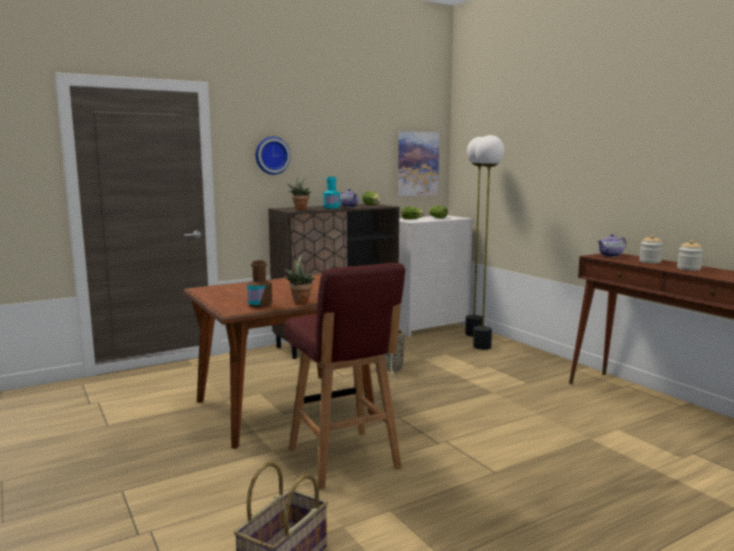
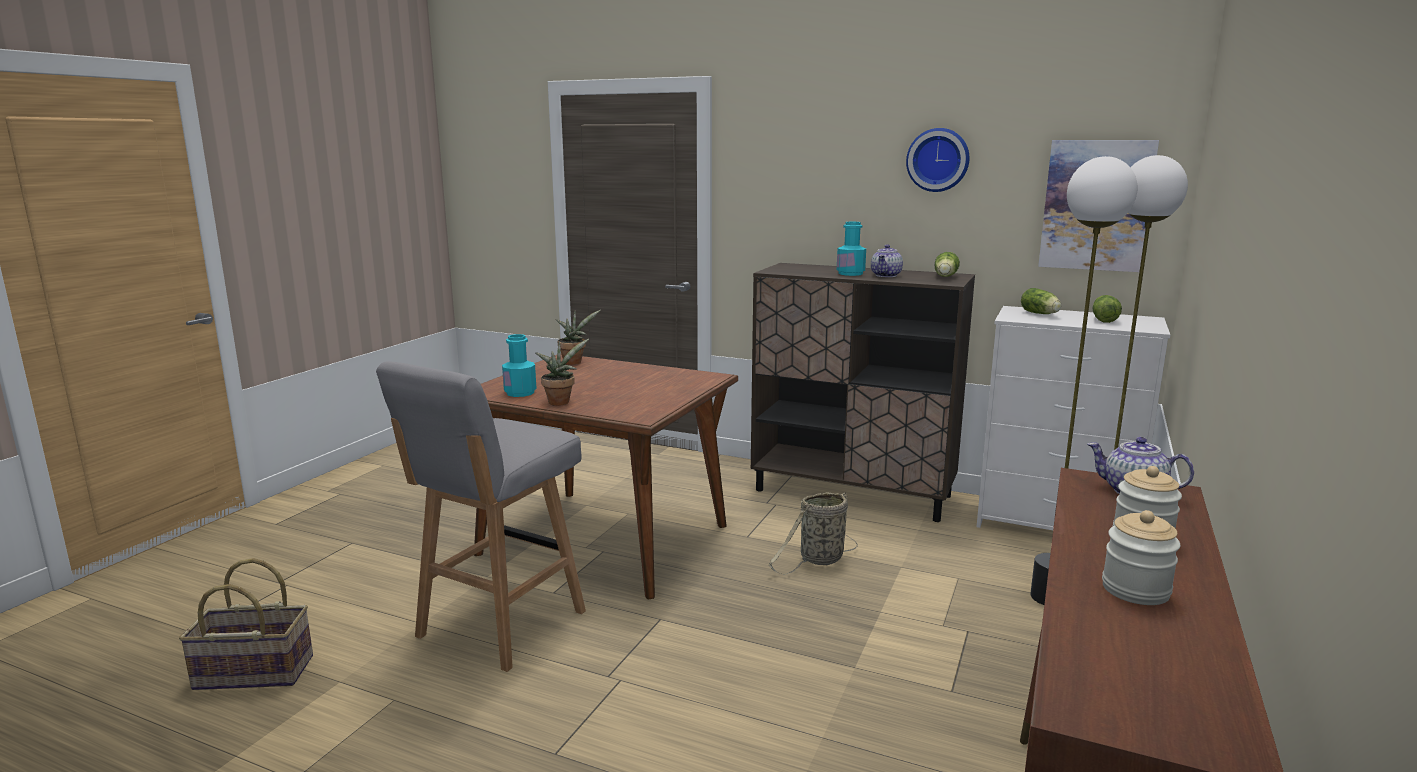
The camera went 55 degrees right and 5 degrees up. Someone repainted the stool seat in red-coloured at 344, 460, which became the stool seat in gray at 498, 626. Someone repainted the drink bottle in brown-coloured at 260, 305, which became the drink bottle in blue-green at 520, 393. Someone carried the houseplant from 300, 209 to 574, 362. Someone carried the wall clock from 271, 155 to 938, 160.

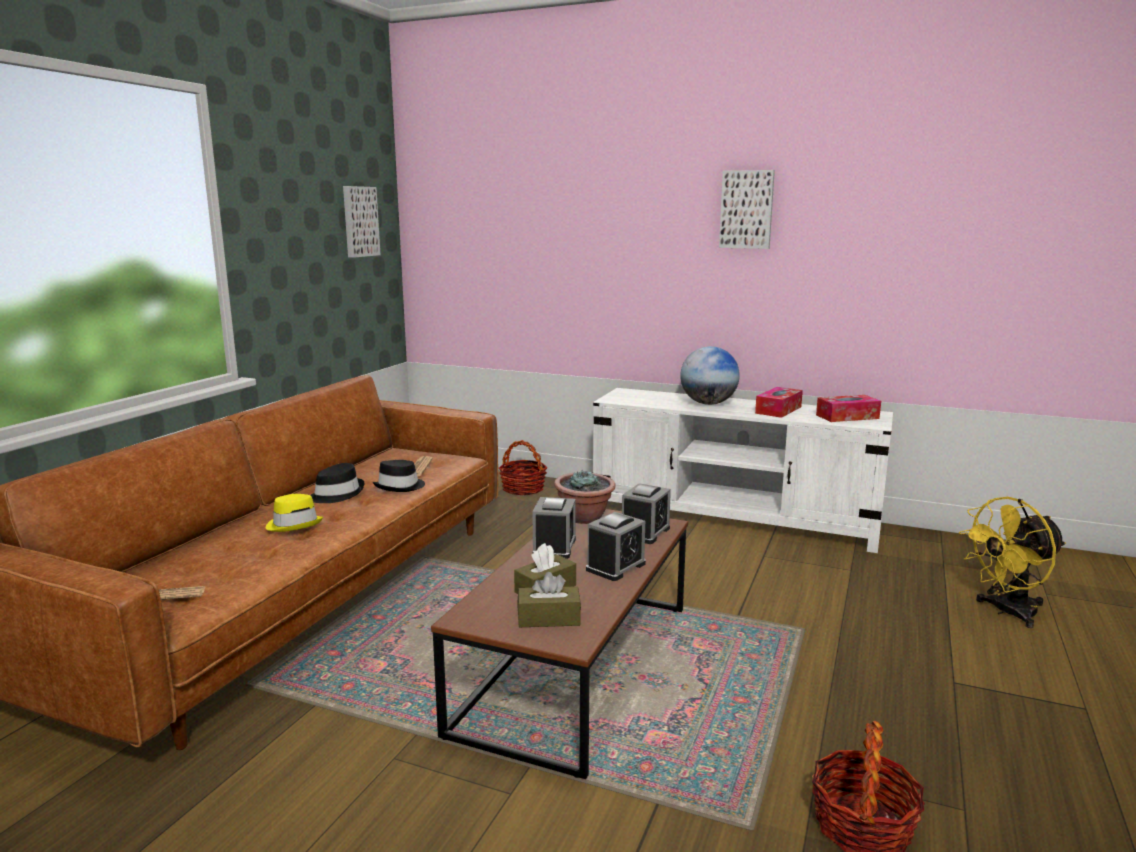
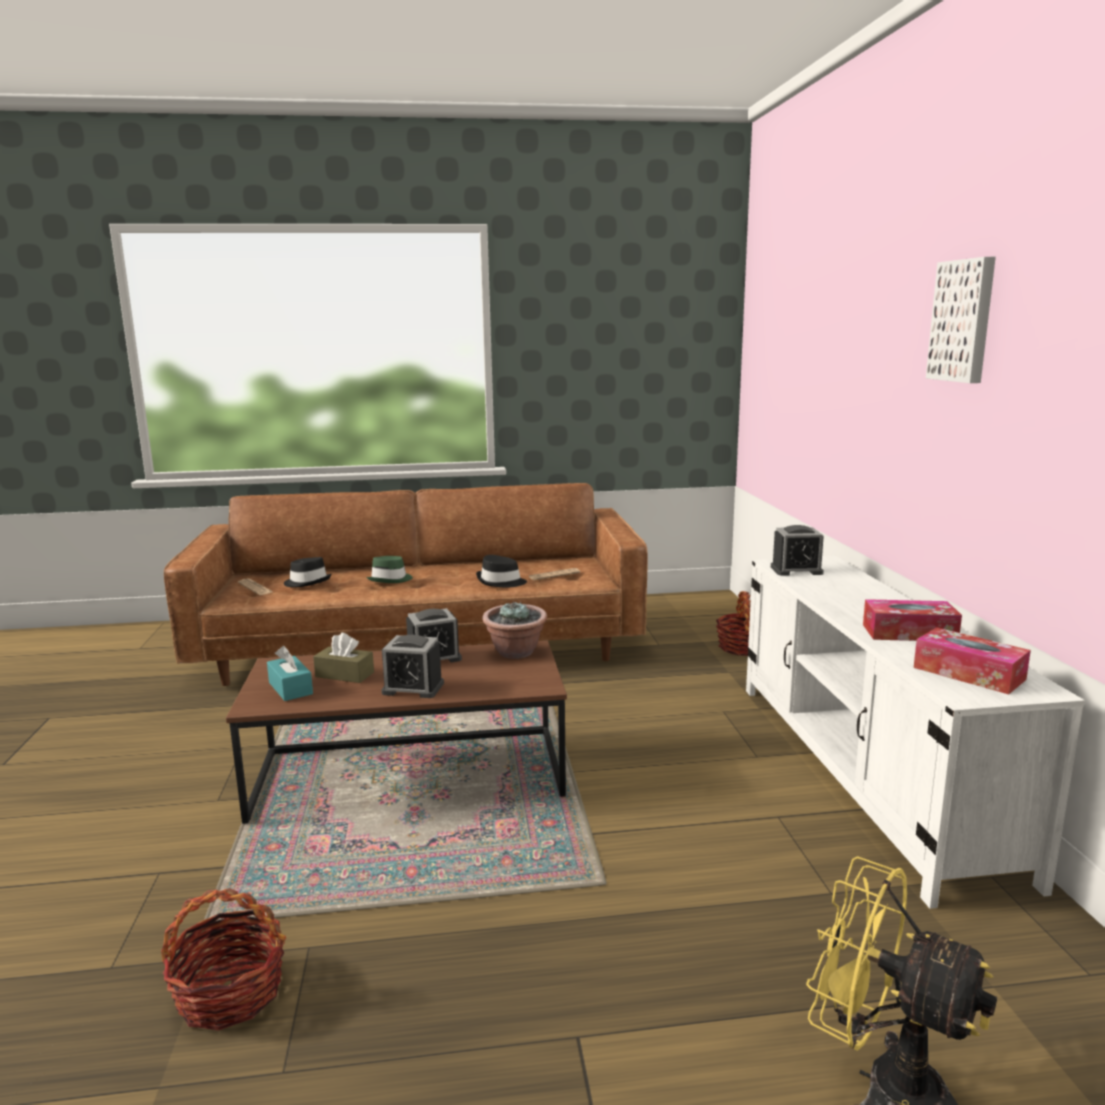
The camera went 60 degrees right and 0 degrees up. Someone repainted the tissue box in brown-coloured at 549, 618, which became the tissue box in blue-green at 290, 688. Someone carried the clothing hat in black from 336, 494 to 307, 582. Someone repainted the clothing hat in yellow at 294, 524, which became the clothing hat in green at 391, 579. Someone carried the table clock from 645, 532 to 796, 570. Someone took away the picture at 359, 221. Someone took away the desk globe at 708, 403.

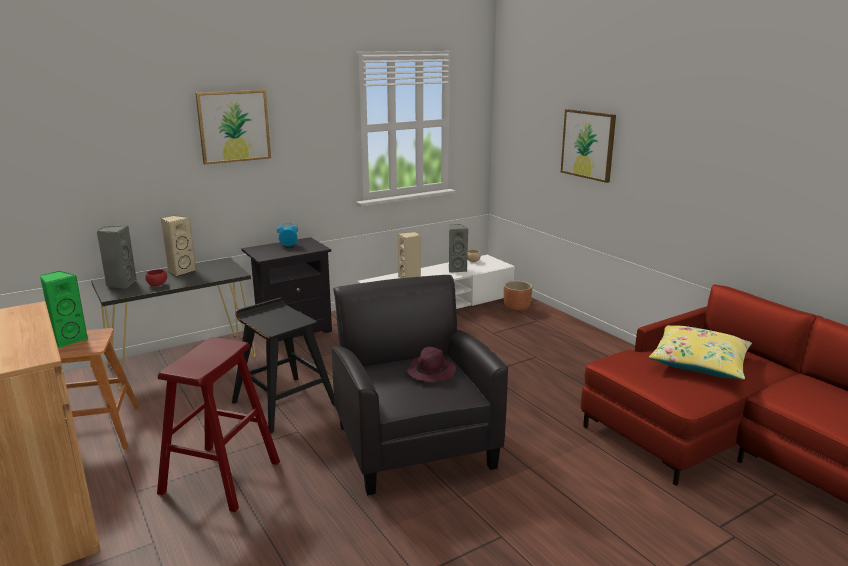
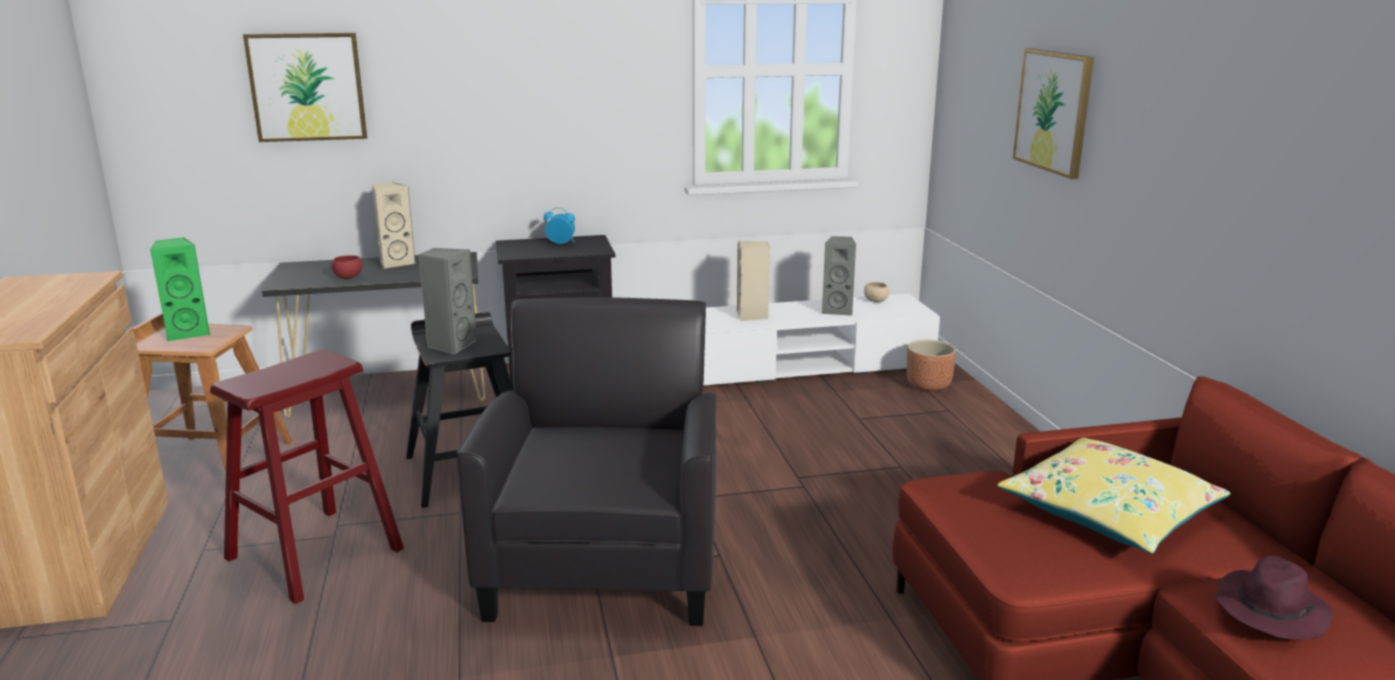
The camera went 20 degrees right and 0 degrees up. Someone carried the picture from 234, 126 to 307, 87. Someone carried the audio speaker in gray from 121, 284 to 451, 345. Someone carried the clothing hat in purple from 430, 372 to 1270, 610.

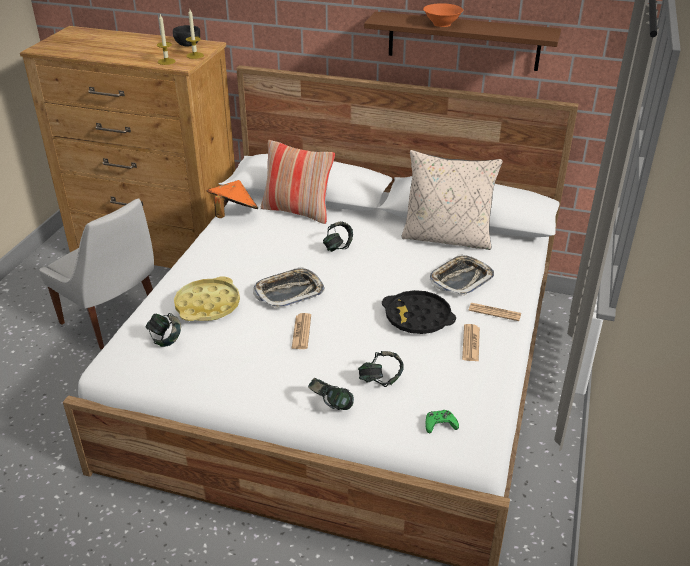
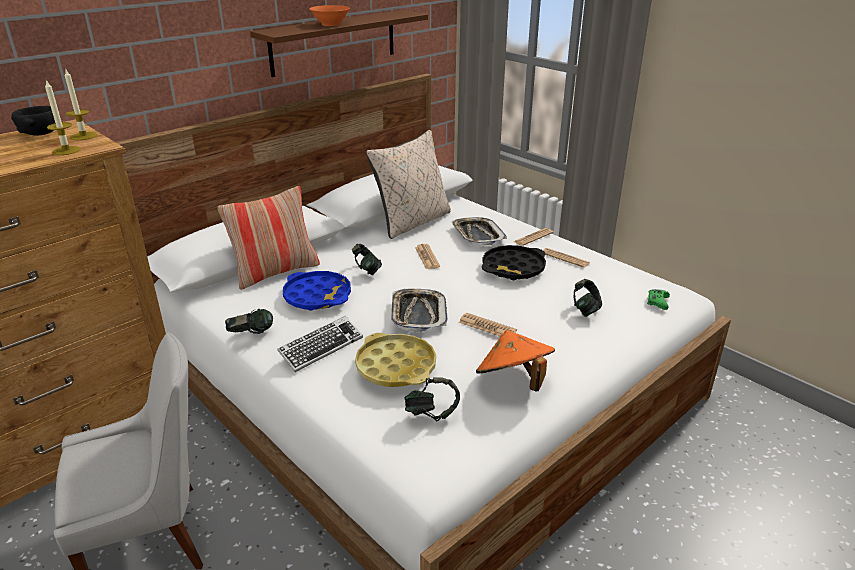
The camera went 60 degrees left and 5 degrees down. Someone carried the headset from 330, 405 to 251, 335. Someone put down the PC keyboard at 321, 347. Someone put down the carrying tray in bluish at 317, 296. Someone put down the newspaper at 427, 257. Someone carried the clothing hat in orange from 233, 214 to 513, 381.

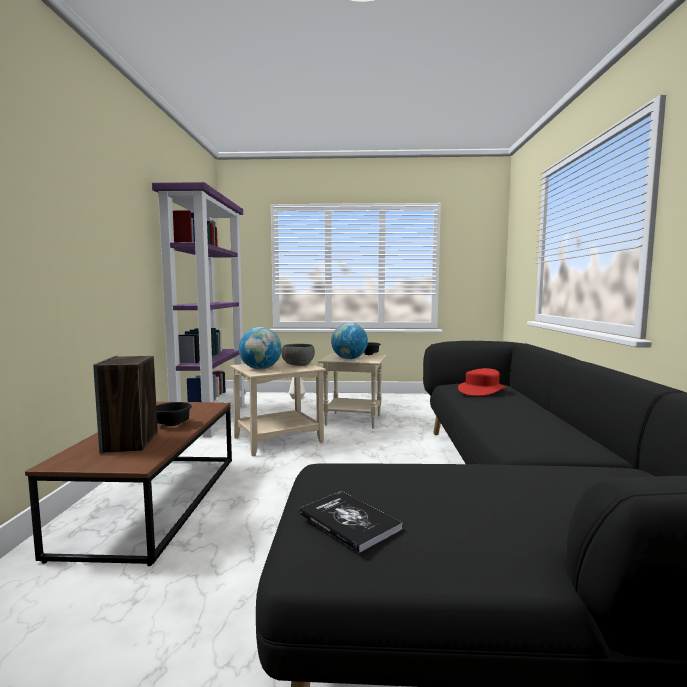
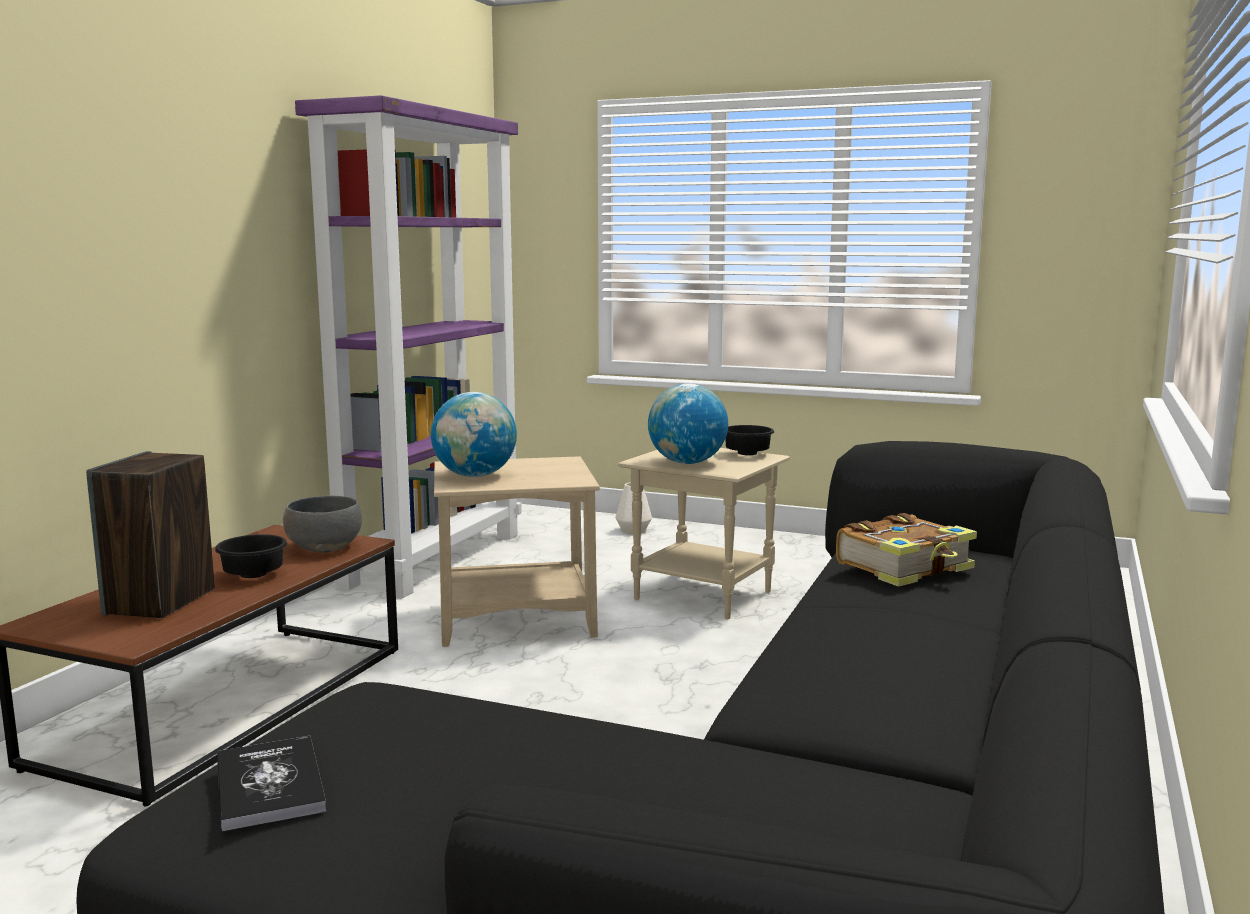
The camera went 20 degrees right and 5 degrees up. Someone carried the serving bowl in gray from 298, 364 to 324, 548. Someone swapped the clothing hat in red-coloured at 482, 390 for the book at 906, 567.

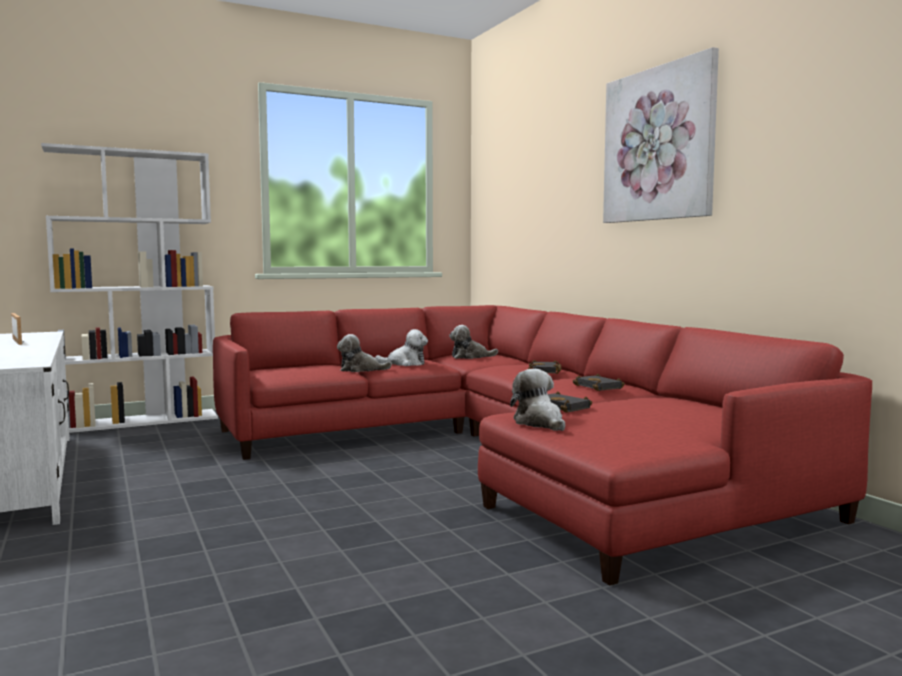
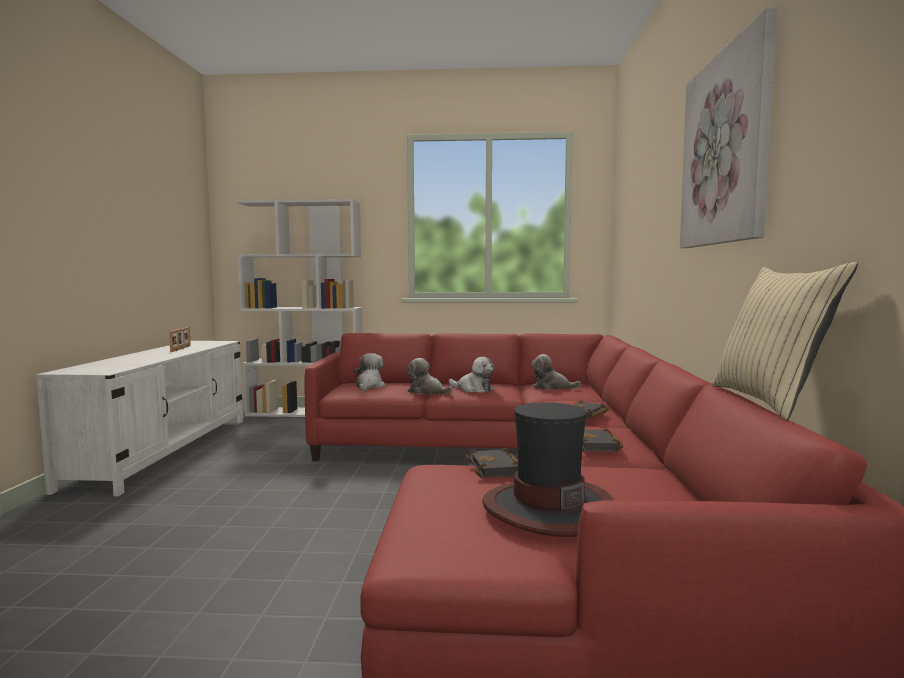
The camera went 30 degrees right and 0 degrees up. Someone carried the soft toy from 539, 423 to 369, 386. Someone put down the clothing hat at 547, 508. Someone put down the pillow in sand-coloured at 769, 401.

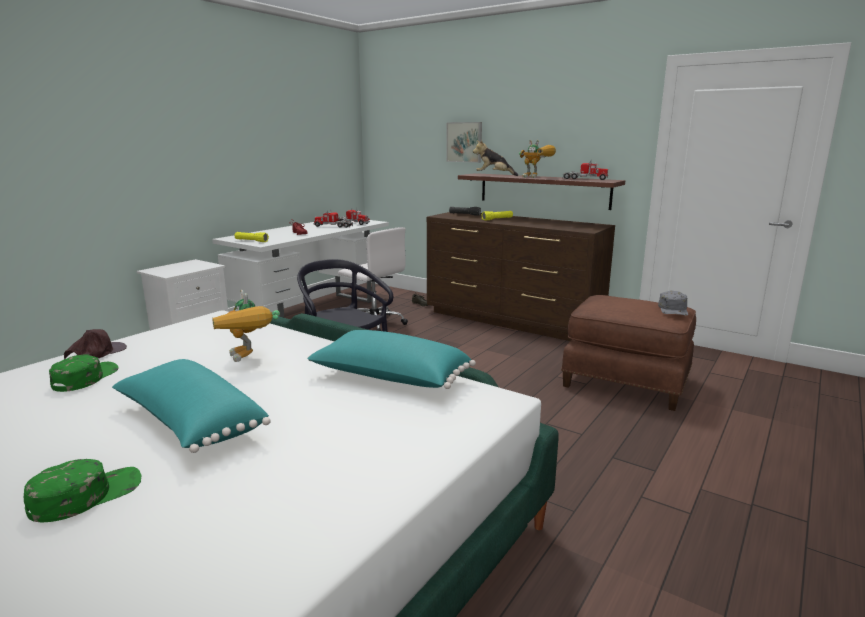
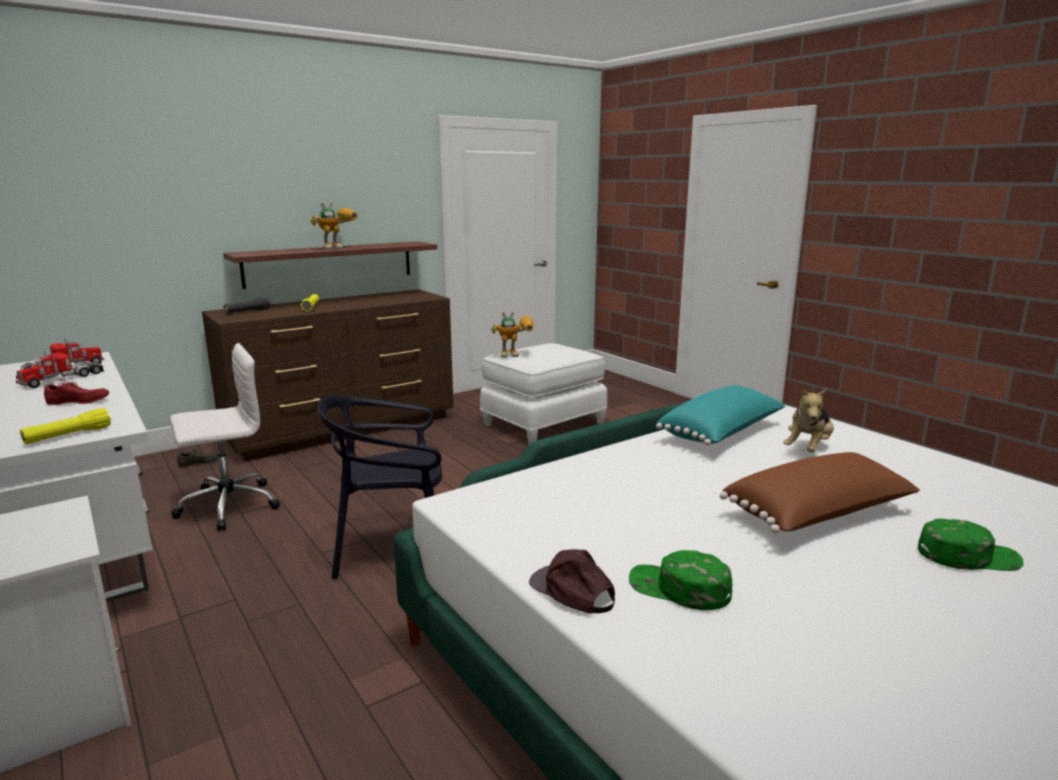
The camera went 70 degrees left and 0 degrees up. Someone repainted the pouffe in brown-coloured at 626, 381, which became the pouffe in white at 543, 423. Someone carried the toy robot from 249, 359 to 516, 354. Someone repainted the pillow in blue-green at 190, 423, which became the pillow in brown-coloured at 819, 515. Someone carried the soft toy from 494, 175 to 808, 448. Someone rotated the baseball cap in green at 86, 495 by 120 degrees clockwise. Someone took away the picture at 465, 142. Someone took away the model truck at 584, 179. Someone took away the baseball cap in gray at 673, 309.

